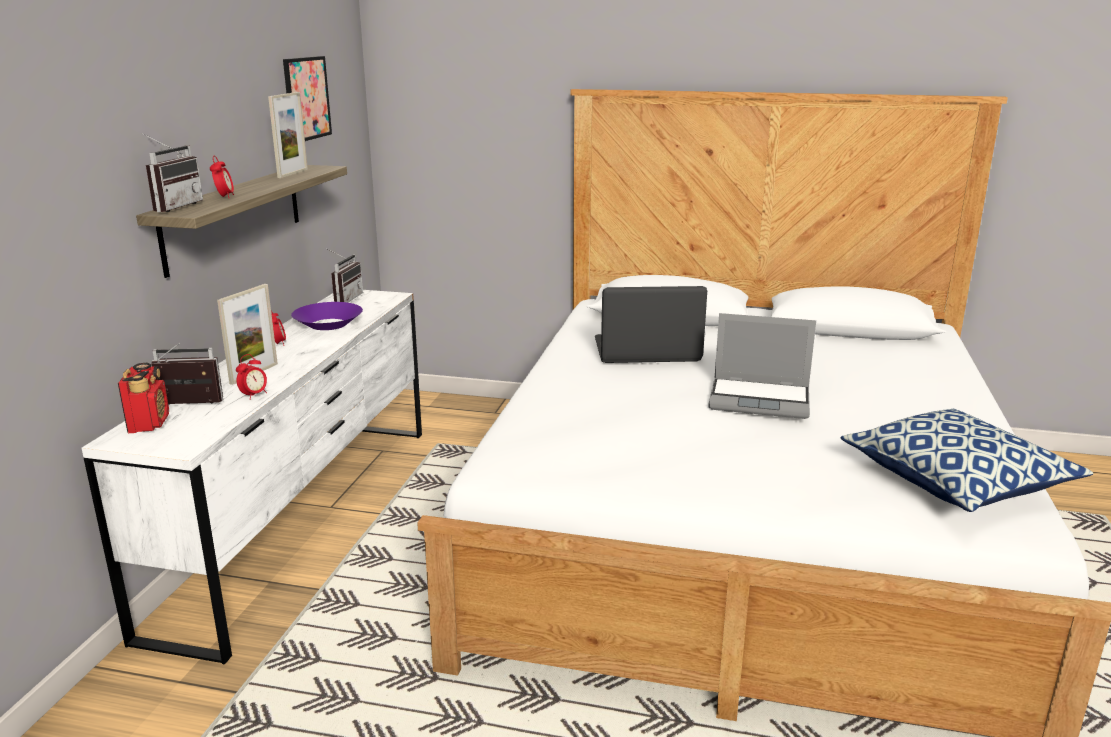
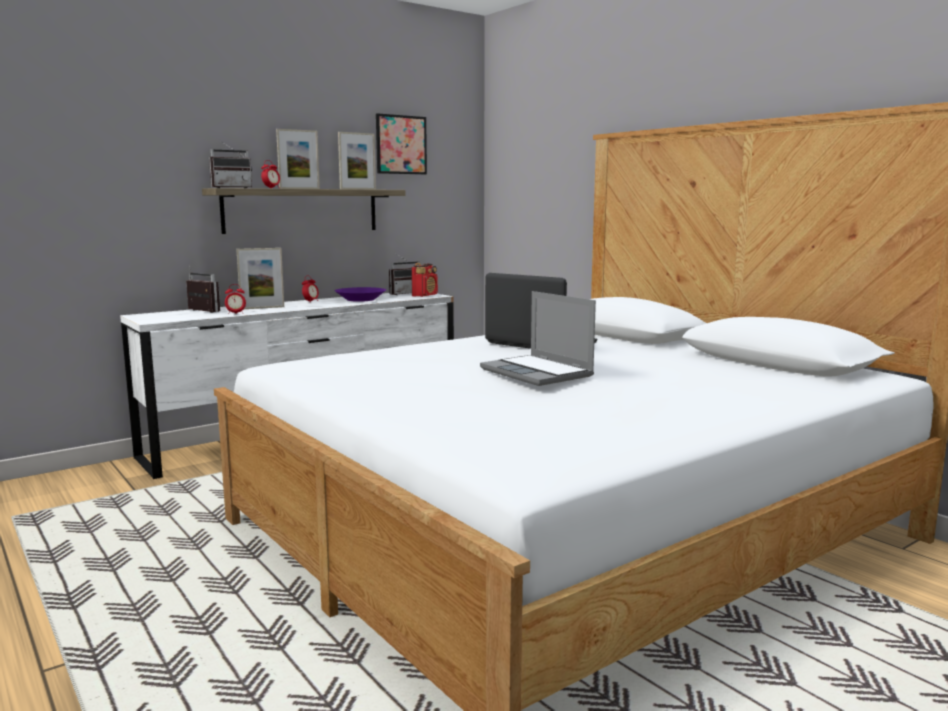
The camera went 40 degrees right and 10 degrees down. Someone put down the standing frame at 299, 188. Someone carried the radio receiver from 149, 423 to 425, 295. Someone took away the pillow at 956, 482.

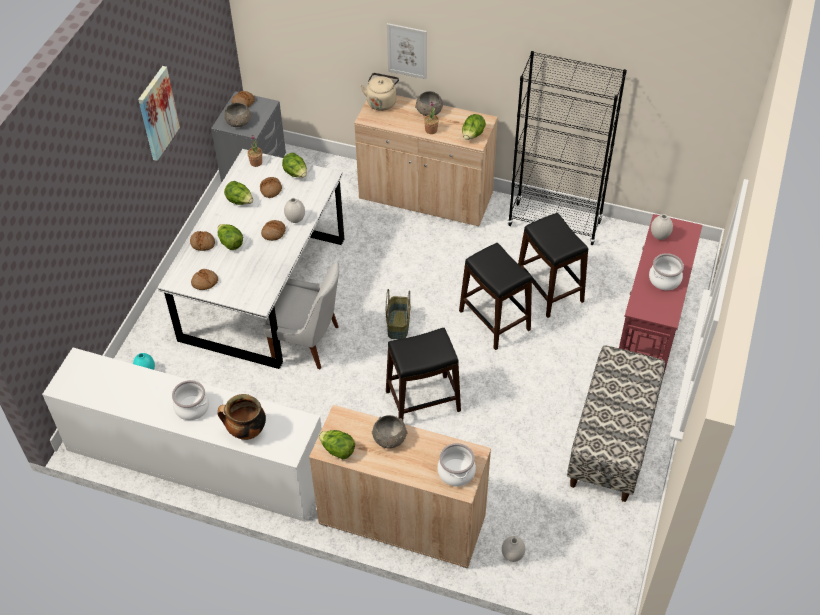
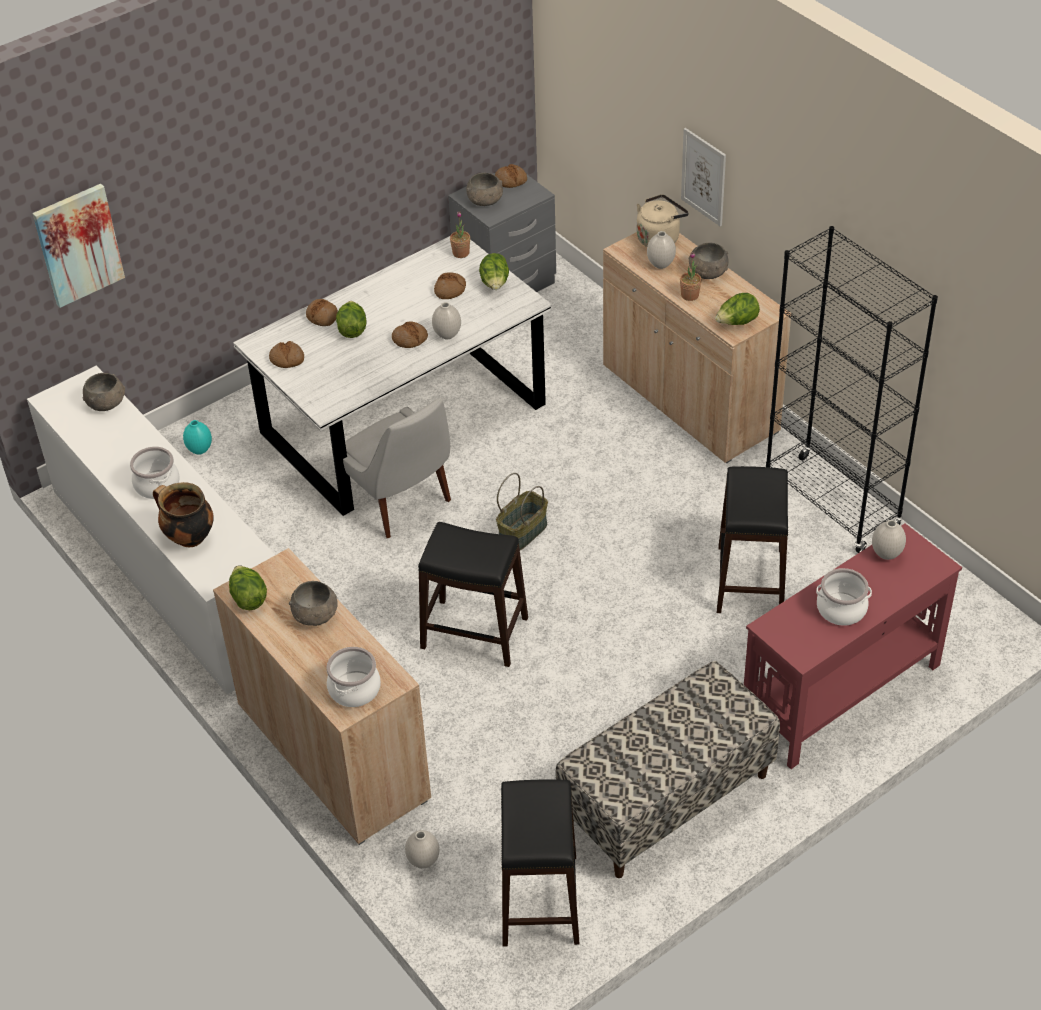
The camera went 35 degrees right and 5 degrees down. Someone carried the picture from 157, 113 to 78, 244. Someone put down the serving bowl in gray at 107, 403. Someone carried the stool seat in black from 494, 320 to 540, 899. Someone put down the flower vase in white at 660, 264. Someone took away the head of lettuce at 240, 201.

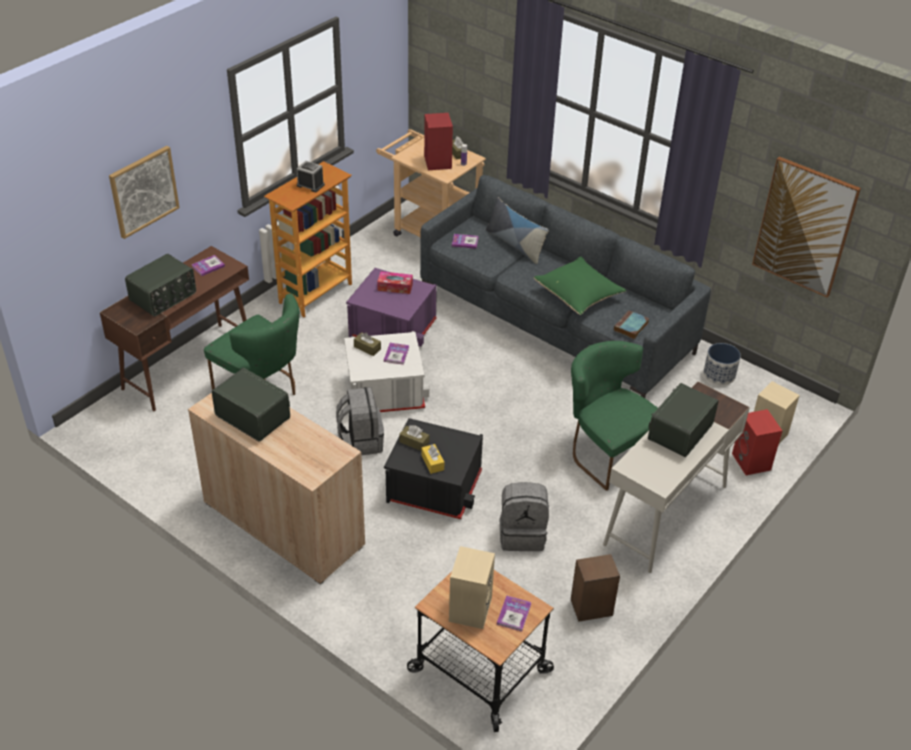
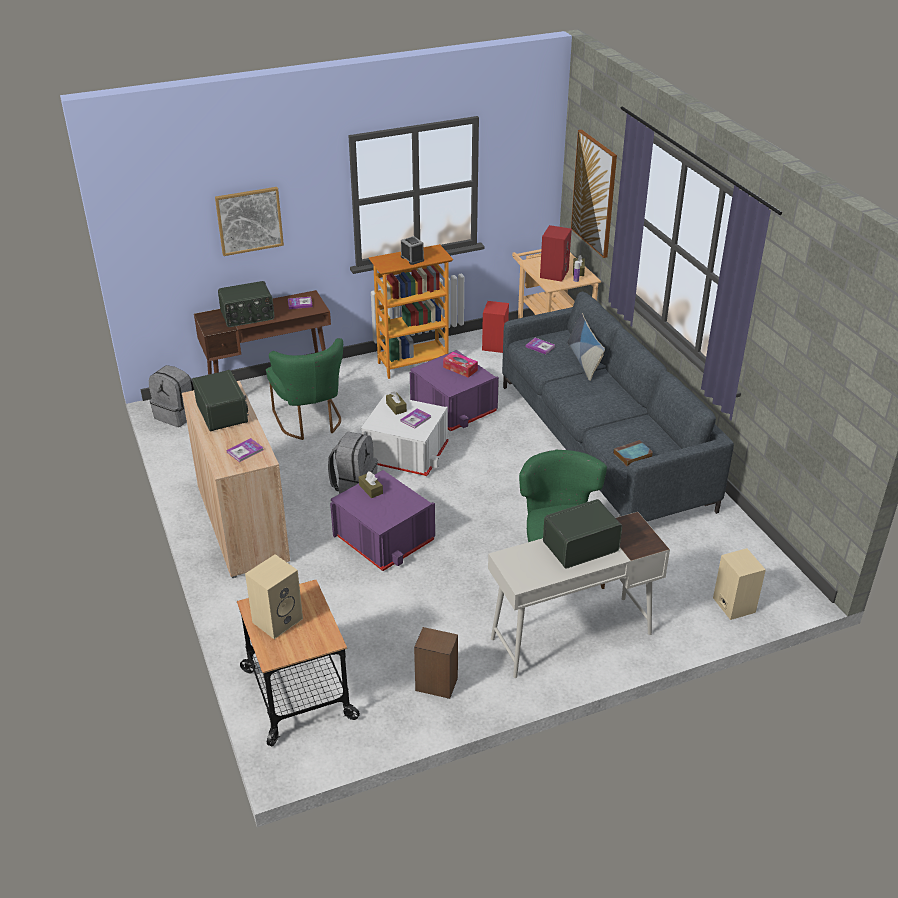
The camera went 30 degrees right and 5 degrees down. Someone carried the backpack in gray from 522, 535 to 177, 415. Someone carried the book from 514, 614 to 245, 451. Someone repainted the storage box in black at 434, 486, which became the storage box in purple at 384, 538. Someone carried the audio speaker in red-coloured from 752, 462 to 495, 345. Someone carried the picture from 804, 227 to 594, 193. Someone took away the tissue box in yellow at 432, 462. Someone took away the pillow in green at 579, 296. Someone took away the planter at 719, 375.

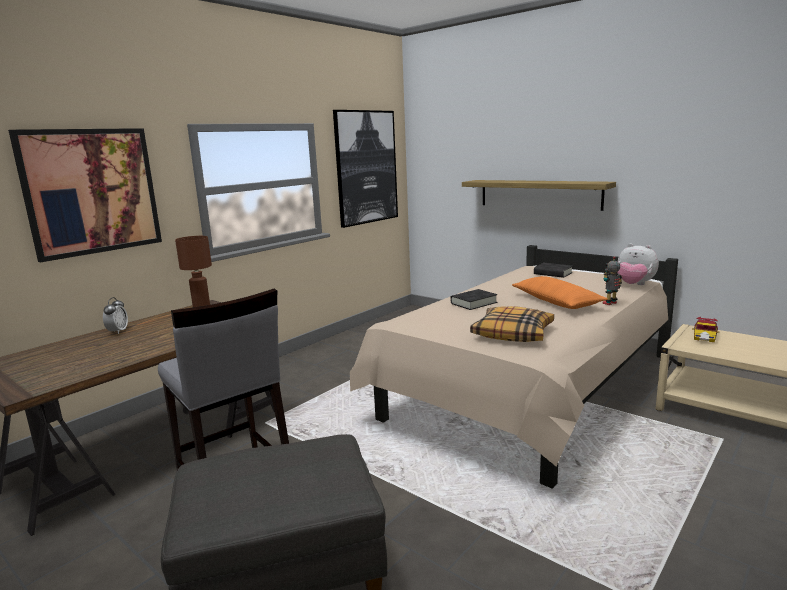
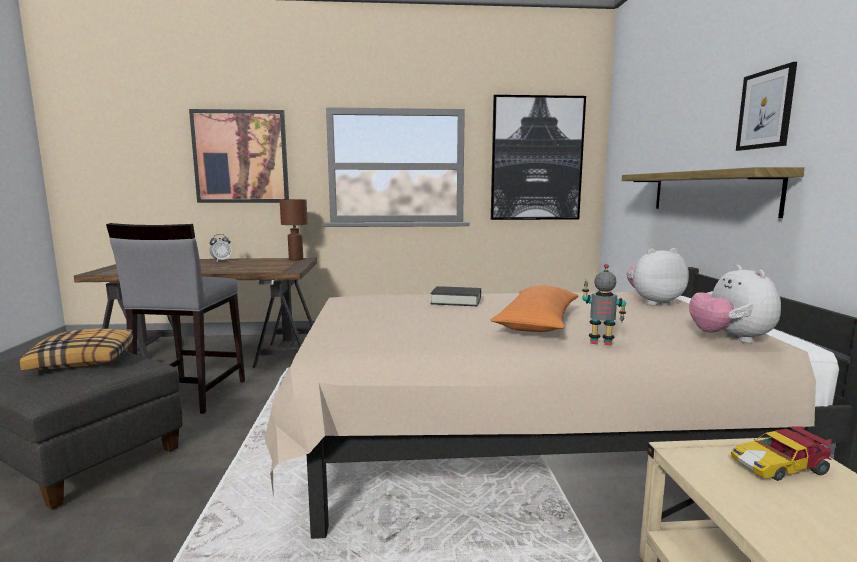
The camera went 45 degrees right and 5 degrees down. Someone carried the pillow from 513, 333 to 84, 360. Someone swapped the book in black at 553, 273 for the soft toy at 653, 302. Someone put up the picture at 765, 109.

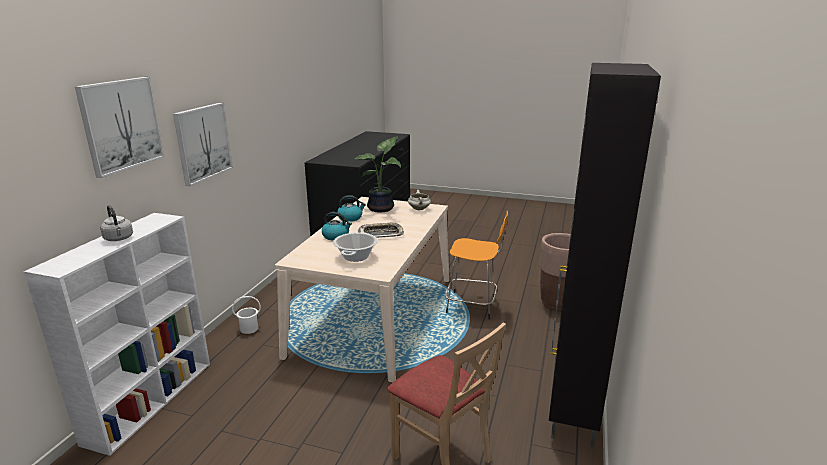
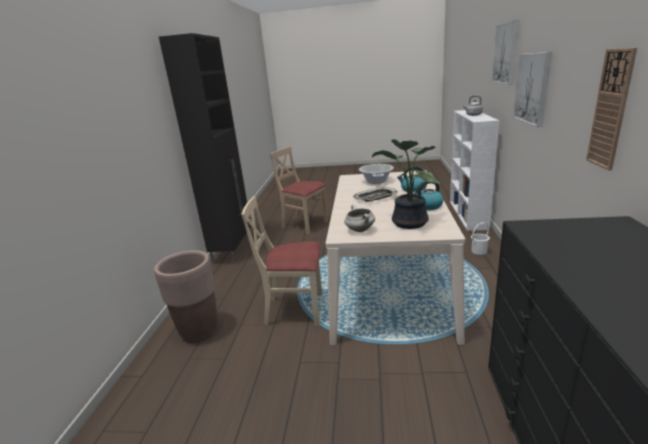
The camera went 170 degrees right and 0 degrees up. Someone swapped the stool seat in orange at 473, 306 for the chair in sand-coloured at 295, 309. Someone put up the wall clock at 611, 109.

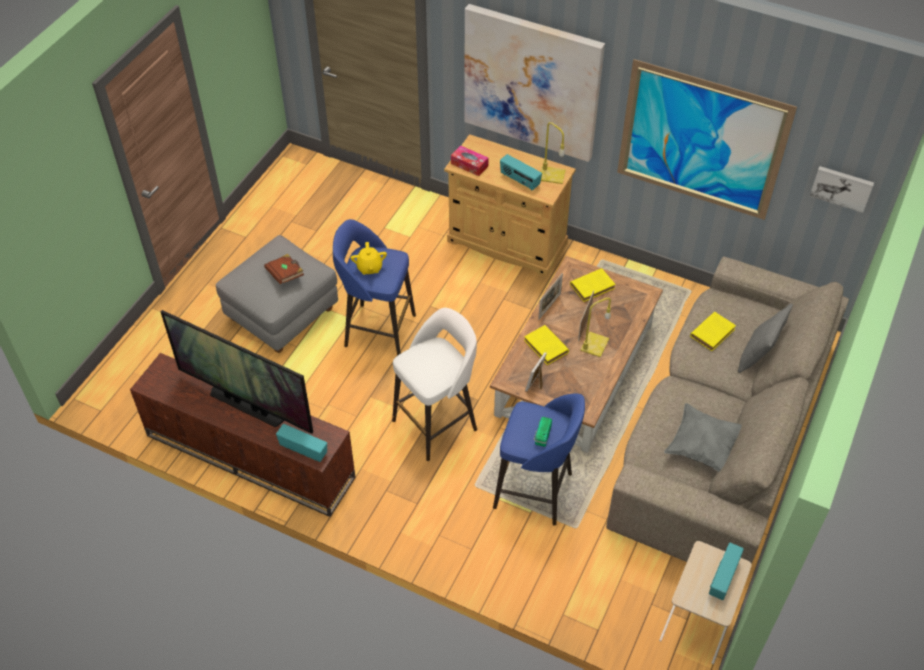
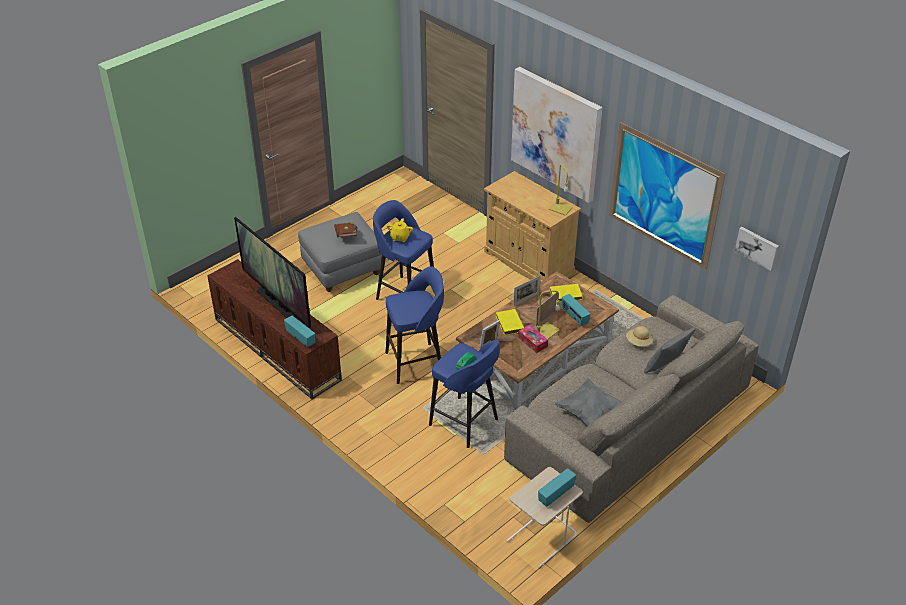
The camera went 20 degrees right and 10 degrees down. Someone repainted the stool seat in white at 437, 424, which became the stool seat in bluish at 416, 363. Someone carried the tissue box from 469, 165 to 532, 342. Someone carried the radio receiver from 519, 180 to 574, 317. Someone swapped the book in yellow at 713, 332 for the clothing hat in sand-coloured at 638, 342.

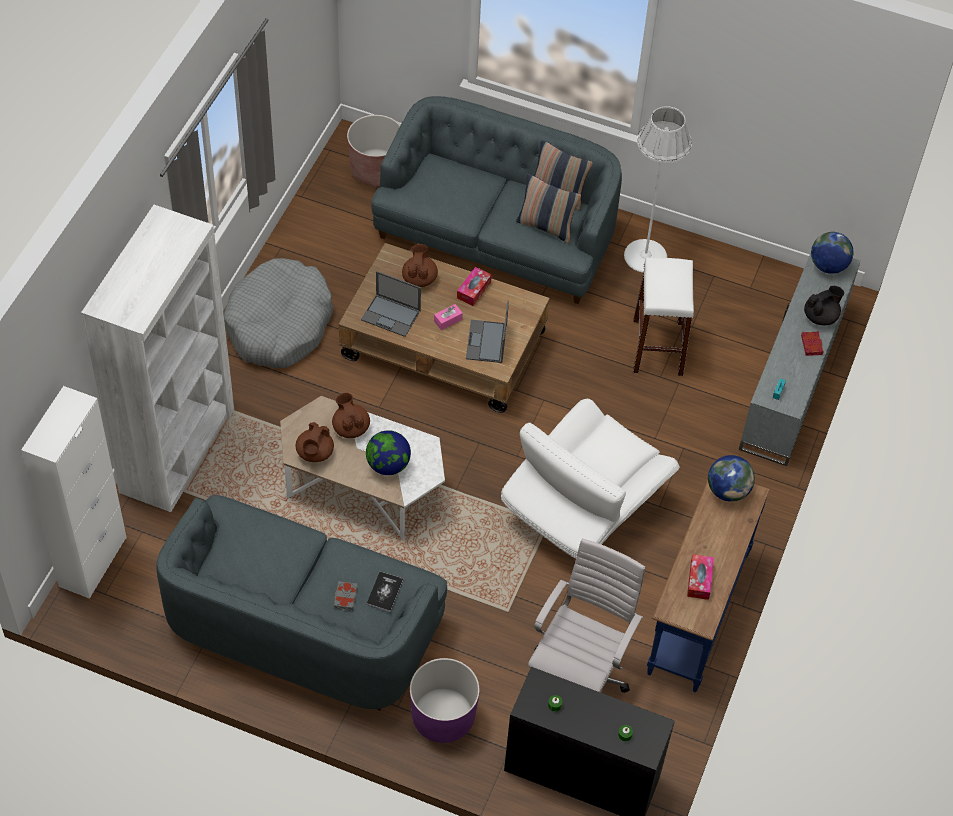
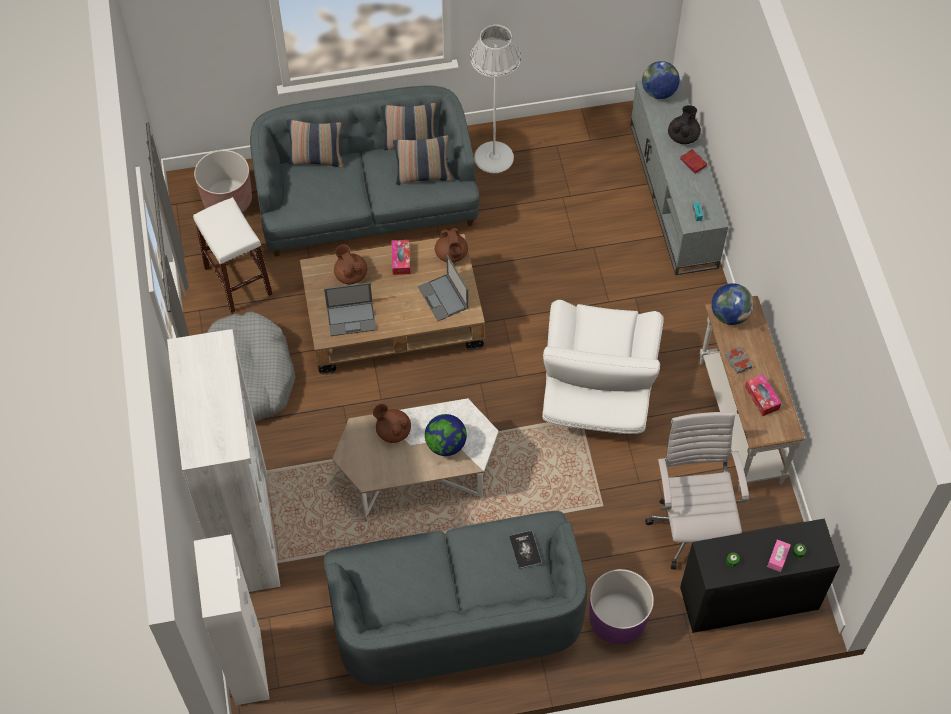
The camera went 30 degrees left and 5 degrees up. Someone carried the stool seat in white from 658, 347 to 238, 280. Someone put down the pillow at 317, 159. Someone carried the teapot in brown-coloured from 314, 453 to 451, 255. Someone repainted the hall table in bluish at 696, 613, which became the hall table in white at 738, 422. Someone carried the book in gray from 345, 597 to 737, 361. Someone carried the tissue box in pink-coloured from 448, 320 to 778, 558.

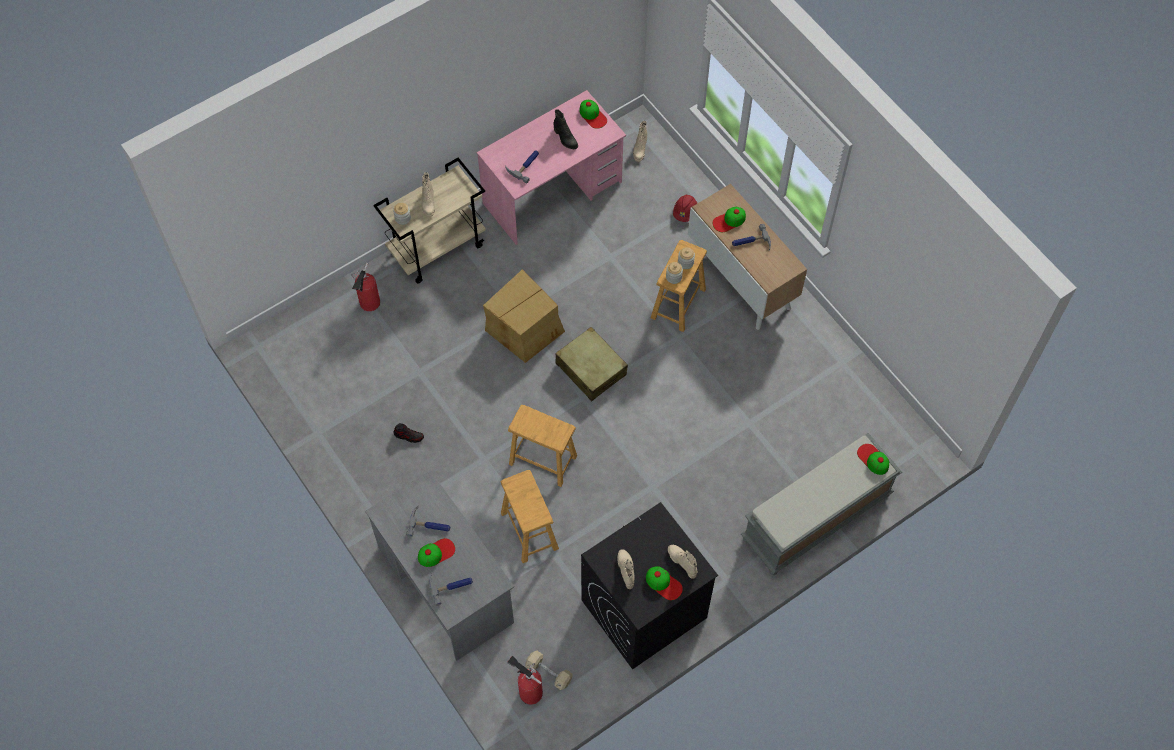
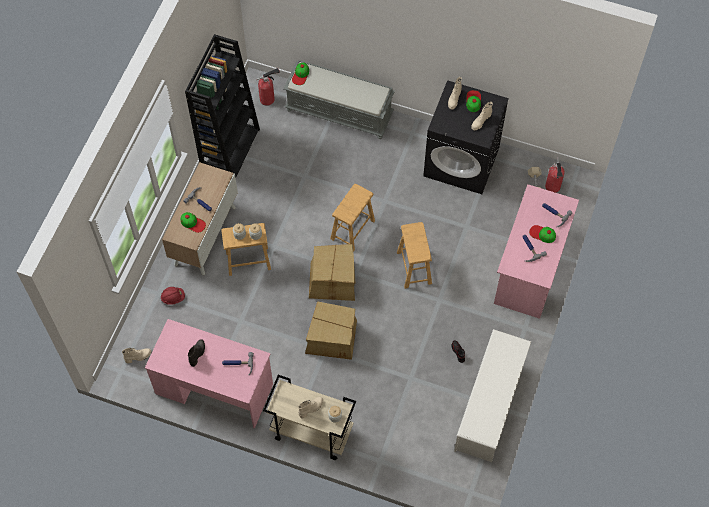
The camera went 125 degrees left and 0 degrees up. Someone put down the shelving unit in black at 230, 150. Someone carried the fire extinguisher from 369, 304 to 268, 99. Someone swapped the travel case in sand-coloured at 591, 369 for the packing box at 332, 280. Someone carried the stool seat in brown-coloured from 529, 530 to 352, 229. Someone put down the shoe stand in white at 489, 407. Someone repainted the desk unit in gray at 445, 584, which became the desk unit in pink-coloured at 530, 268. Someone took away the baseball cap at 593, 115.

